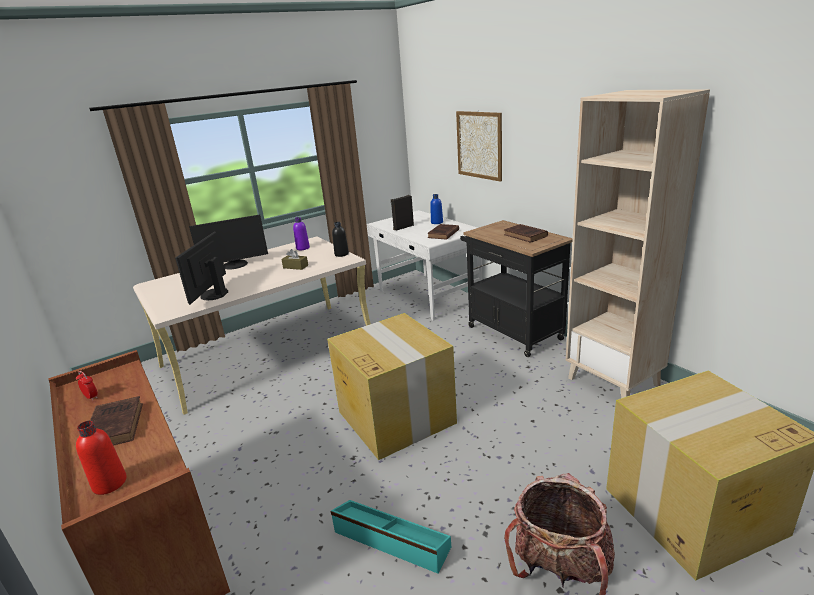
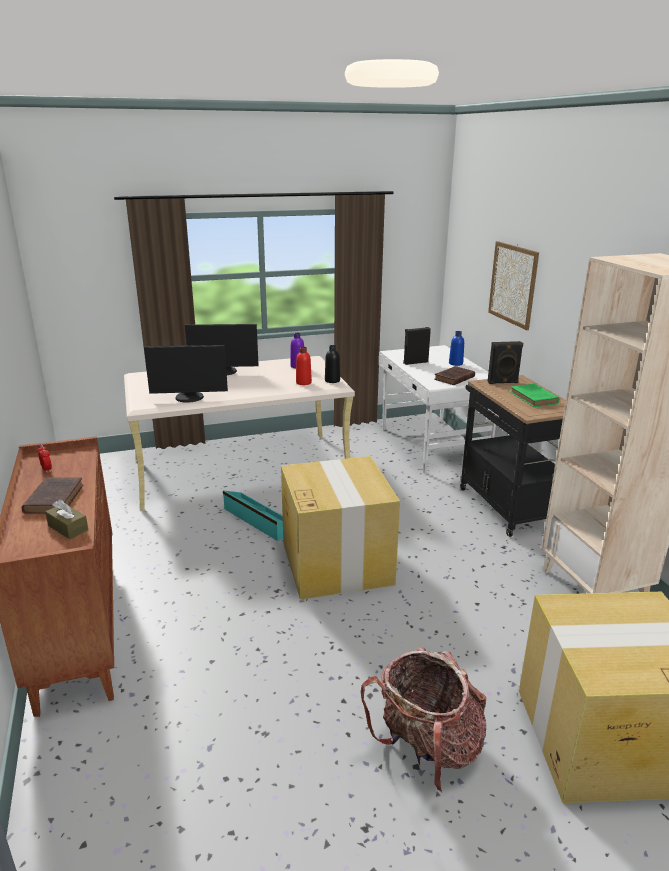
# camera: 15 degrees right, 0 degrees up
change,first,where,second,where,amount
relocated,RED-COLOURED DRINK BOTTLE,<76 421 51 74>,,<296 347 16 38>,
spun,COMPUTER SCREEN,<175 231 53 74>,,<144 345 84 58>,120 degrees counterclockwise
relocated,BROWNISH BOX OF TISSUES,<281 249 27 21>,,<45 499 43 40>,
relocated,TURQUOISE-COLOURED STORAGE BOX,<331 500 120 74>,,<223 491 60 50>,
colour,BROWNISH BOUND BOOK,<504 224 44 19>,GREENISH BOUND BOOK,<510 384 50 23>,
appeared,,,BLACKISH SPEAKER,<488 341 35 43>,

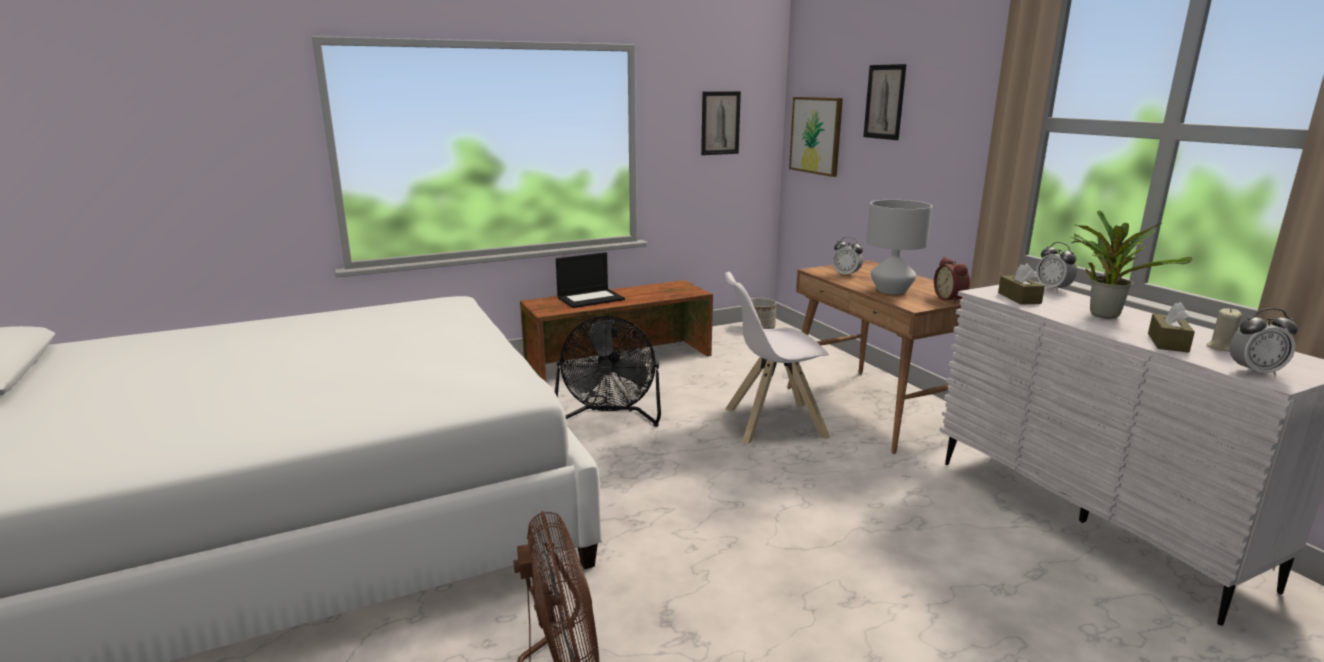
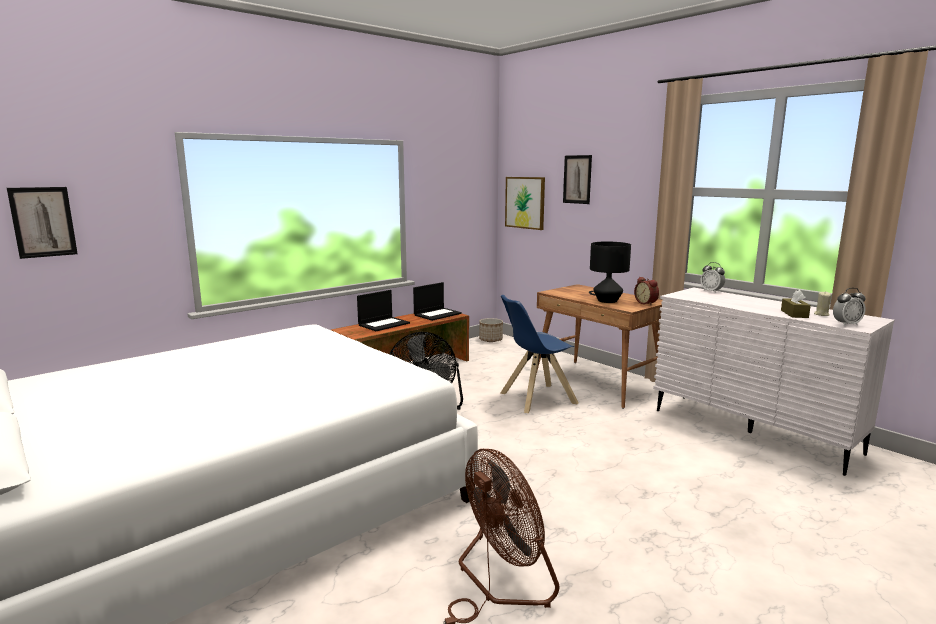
# camera: 15 degrees left, 5 degrees down
change,first,where,second,where,amount
relocated,WALL PICTURE,<701 91 40 64>,,<7 187 71 72>,
colour,WHITE-COLOURED CHAIR,<725 272 105 172>,BLUE-COLOURED CHAIR,<500 295 79 118>,
missing,BEDSIDE CLOCK,<833 237 30 40>,,,
colour,WHITE-COLOURED LAMP FOR A TABLE,<866 200 66 95>,BLACKISH LAMP FOR A TABLE,<589 242 42 61>,
missing,BROWNISH BOX OF TISSUES,<998 263 47 42>,,,
missing,HOUSEPLANT,<1070 210 122 109>,,,
appeared,,,NOTEBOOK COMPUTER,<413 282 49 39>,

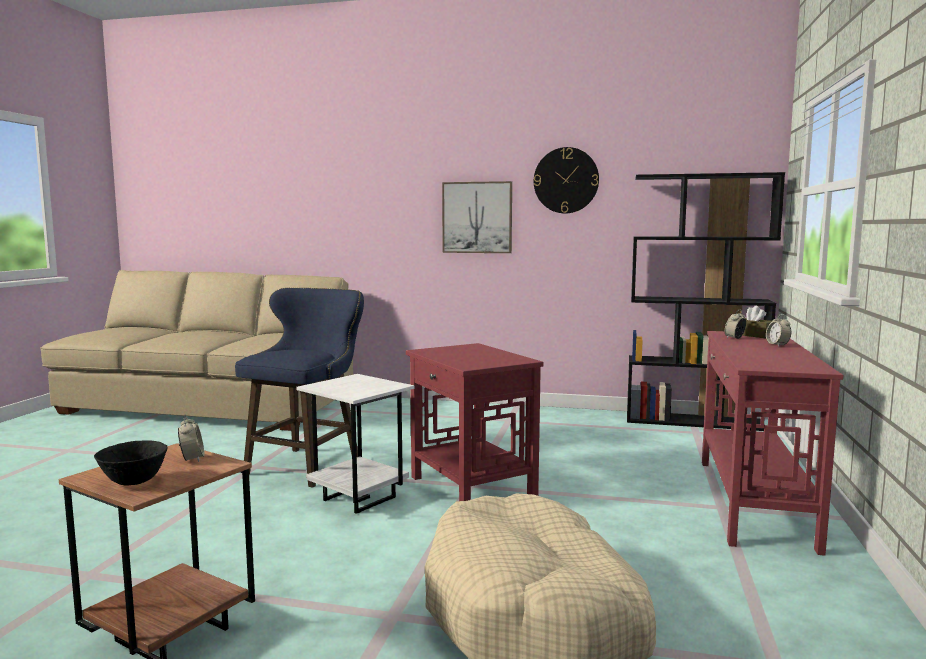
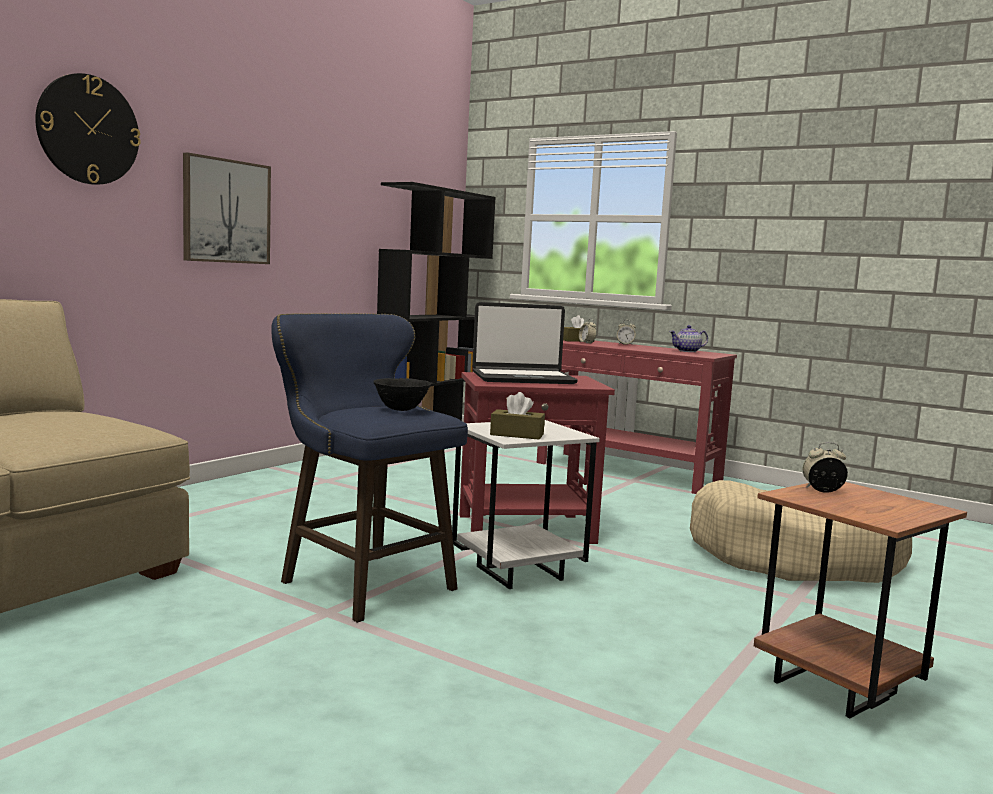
# camera: 70 degrees left, 0 degrees up
change,first,where,second,where,amount
relocated,BLACKISH DEEP DISH,<94 440 74 46>,,<373 378 58 33>,
relocated,CLOCK ON THE WALL,<534 147 65 66>,,<35 73 106 112>,
appeared,,,NOTEBOOK COMPUTER,<472 302 106 82>,
appeared,,,BROWNISH BOX OF TISSUES,<490 392 55 48>,
appeared,,,TEAPOT,<670 325 38 27>,

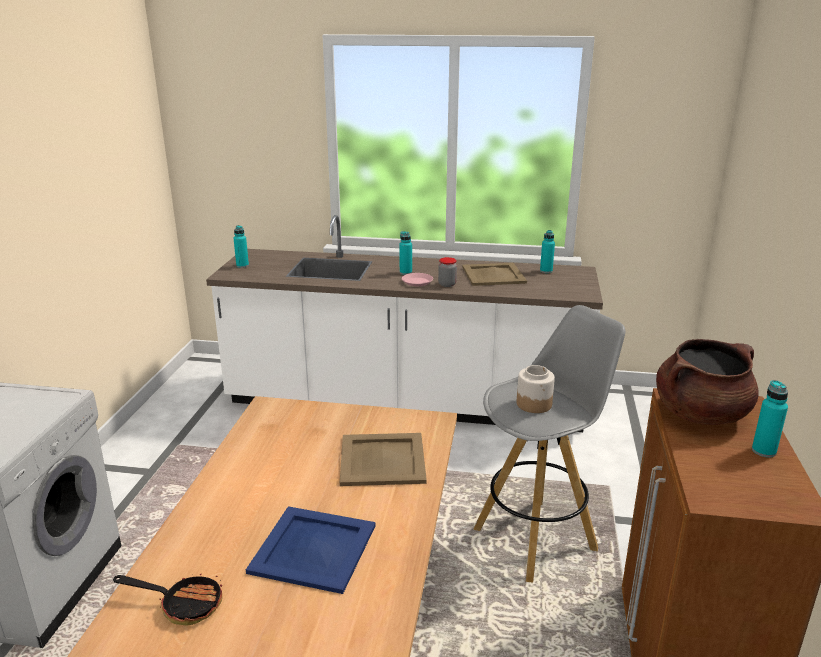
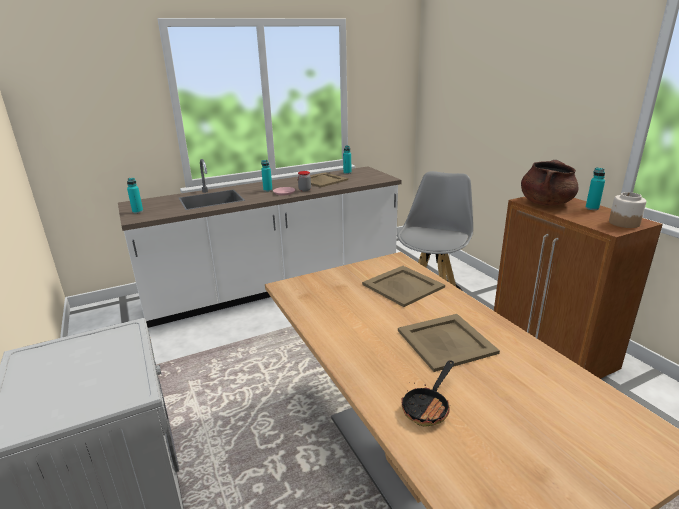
# camera: 35 degrees left, 0 degrees up
change,first,where,second,where,amount
spun,PAN,<113 573 109 52>,,<401 360 53 67>,150 degrees clockwise
colour,BLUE-COLOURED SERVING TRAY,<246 506 130 88>,BEIGE-COLOURED SERVING TRAY,<398 314 102 58>,
relocated,STORAGE JAR,<517 365 38 48>,,<609 192 38 36>,

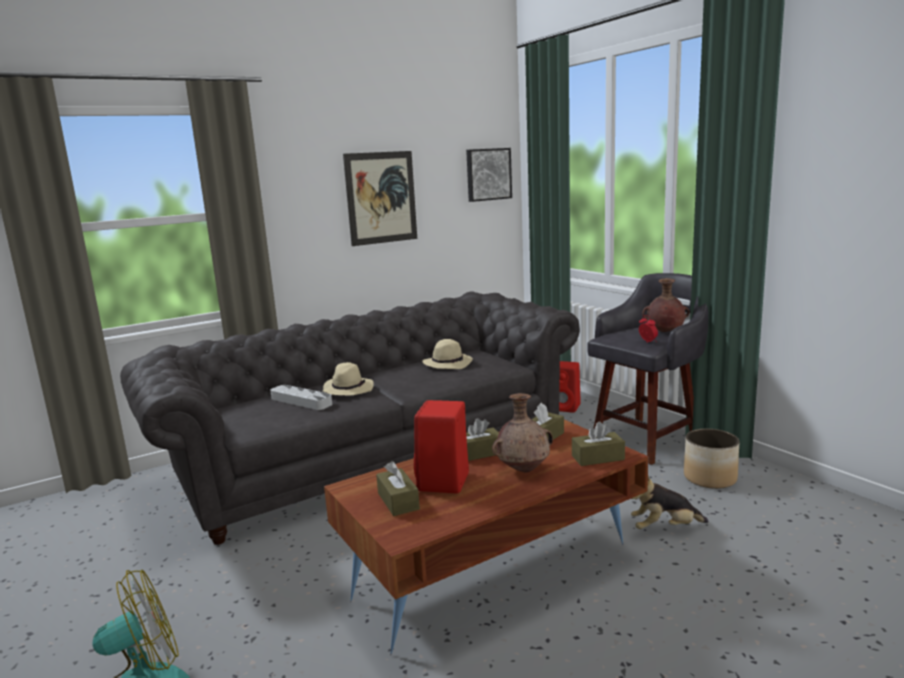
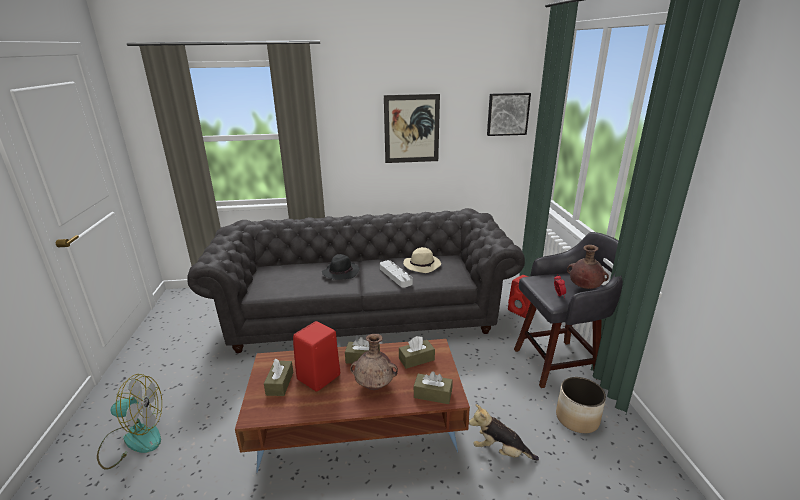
# camera: 25 degrees right, 10 degrees up
change,first,where,second,where,amount
relocated,GREY SERVING TRAY,<270 385 62 25>,,<380 260 33 28>,
colour,BEIGE-COLOURED HAT,<323 362 51 33>,BLACKISH HAT,<322 254 37 26>,

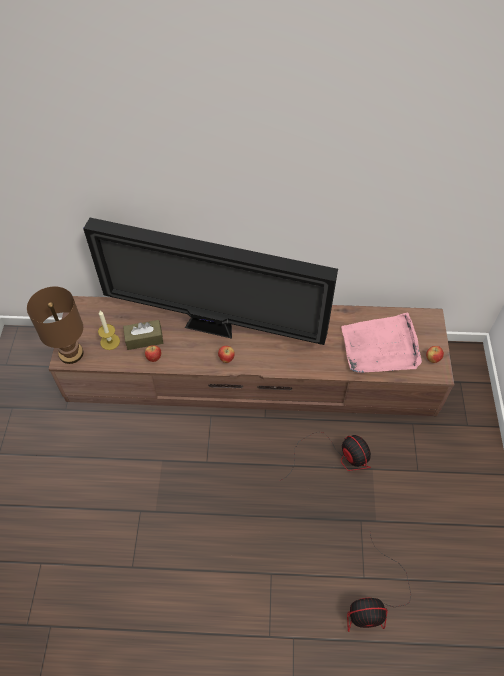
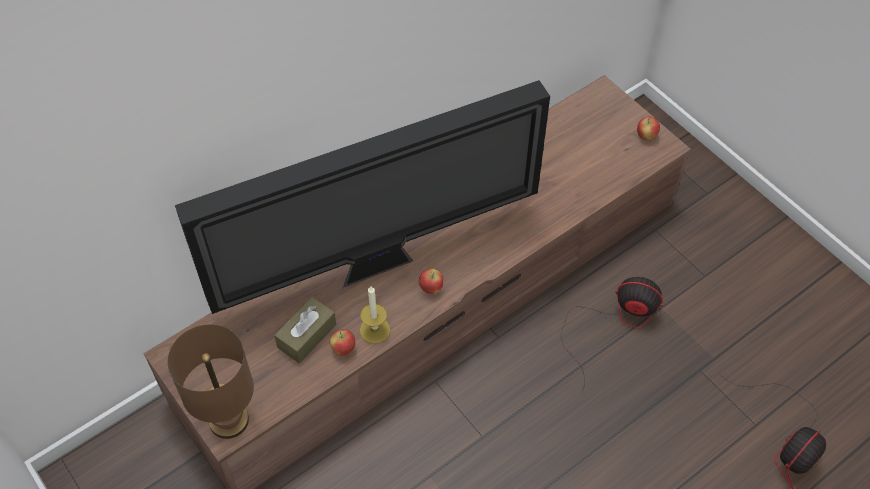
# camera: 40 degrees left, 0 degrees up
change,first,where,second,where,amount
relocated,WAX LIGHT,<98 311 22 39>,,<360 286 30 58>,
missing,PINK SERVING TRAY,<341 312 81 61>,,,

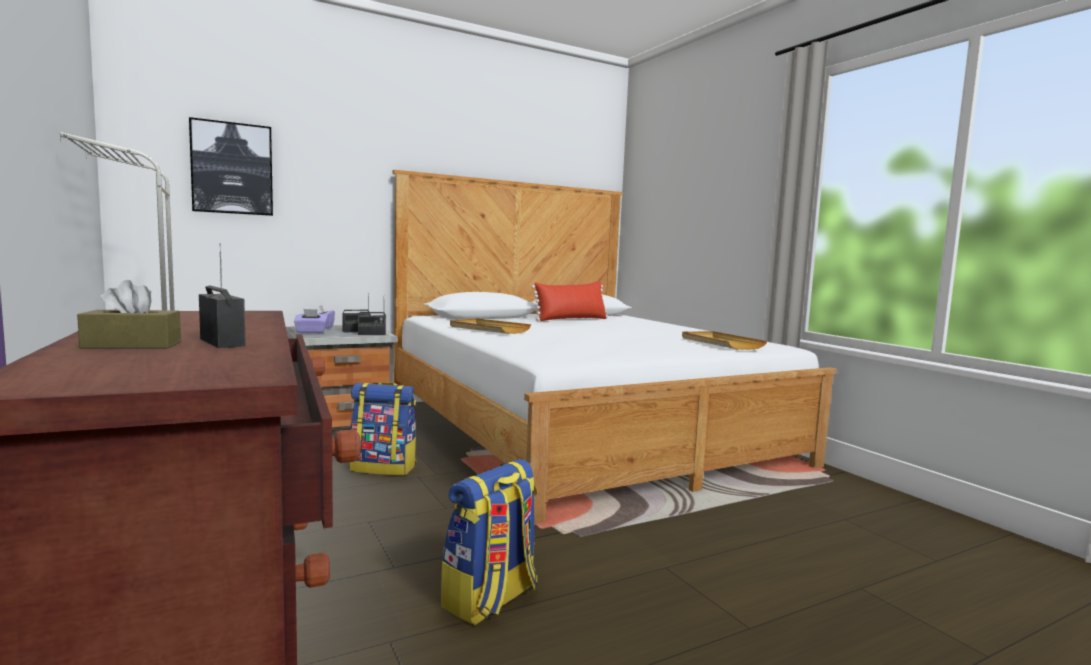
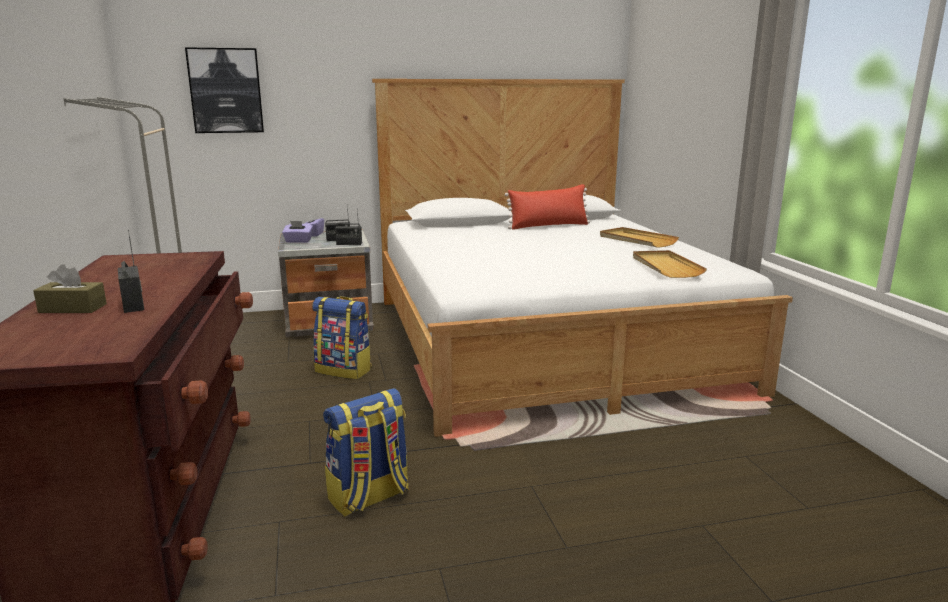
# camera: 15 degrees right, 10 degrees up
change,first,where,second,where,amount
relocated,BEIGE-COLOURED SERVING TRAY,<450 318 81 16>,,<600 227 79 21>,

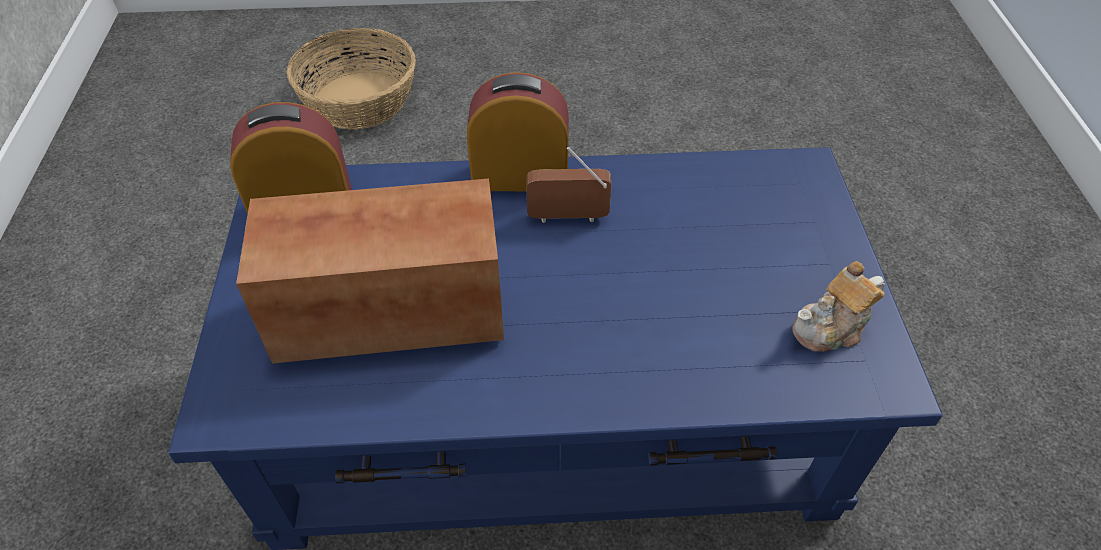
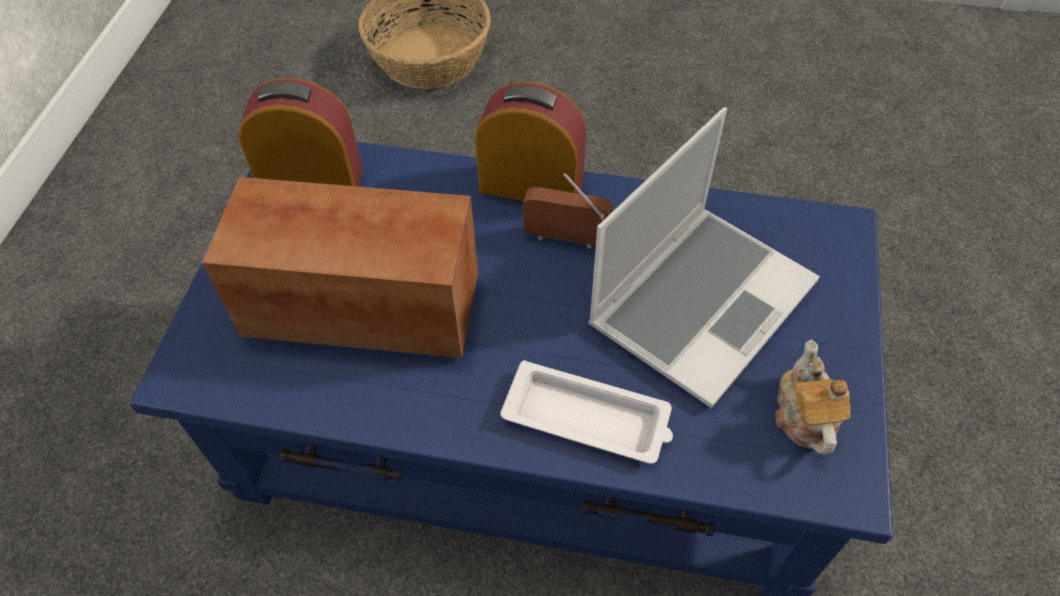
# camera: 15 degrees right, 5 degrees up
change,first,where,second,where,amount
spun,TEAPOT,<792 261 93 91>,,<775 340 76 114>,105 degrees clockwise
appeared,,,WHITE-COLOURED SERVING TRAY,<500 360 173 104>,
appeared,,,NOTEBOOK COMPUTER,<588 107 232 301>,

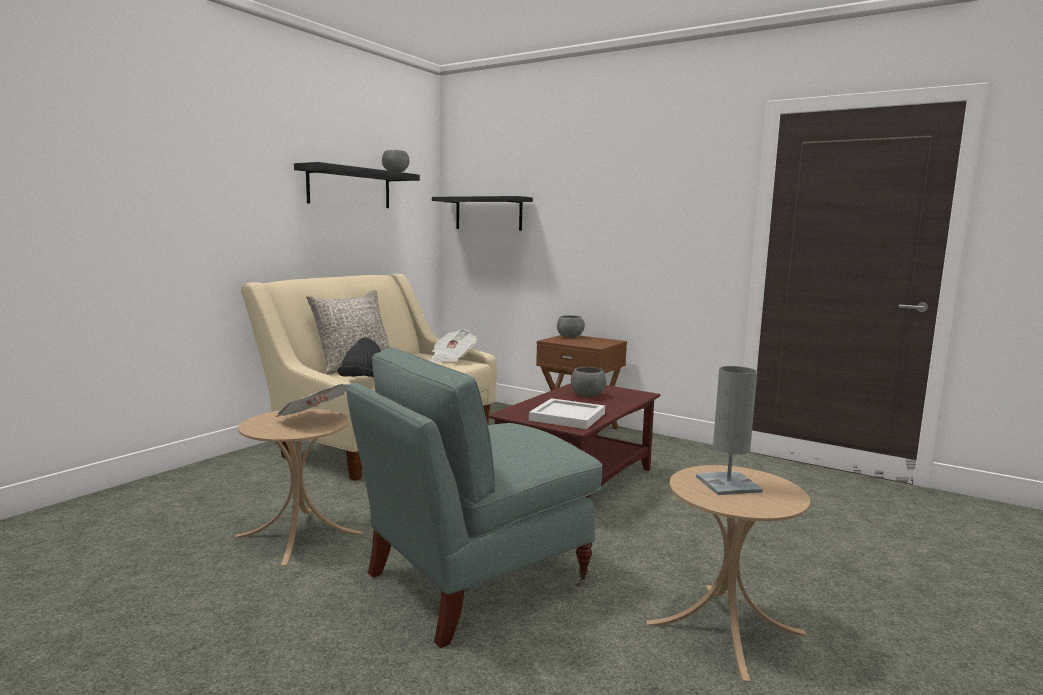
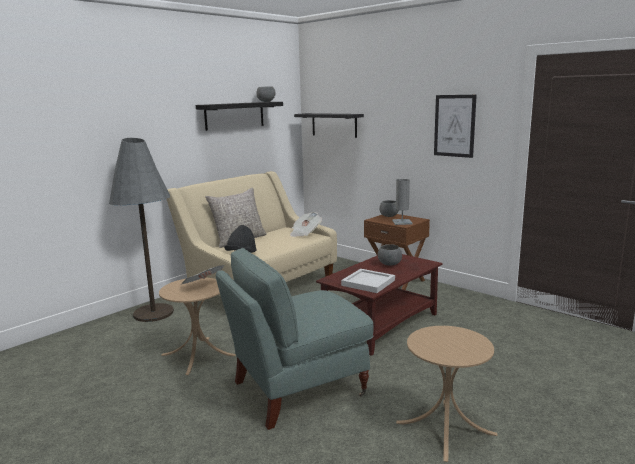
# camera: 10 degrees right, 5 degrees up
change,first,where,second,where,amount
relocated,GREY LAMP FOR A TABLE,<696 366 67 129>,,<392 179 20 46>,
appeared,,,GREY STANDING LAMP,<109 138 65 184>,
appeared,,,WALL PICTURE,<434 95 43 63>,

